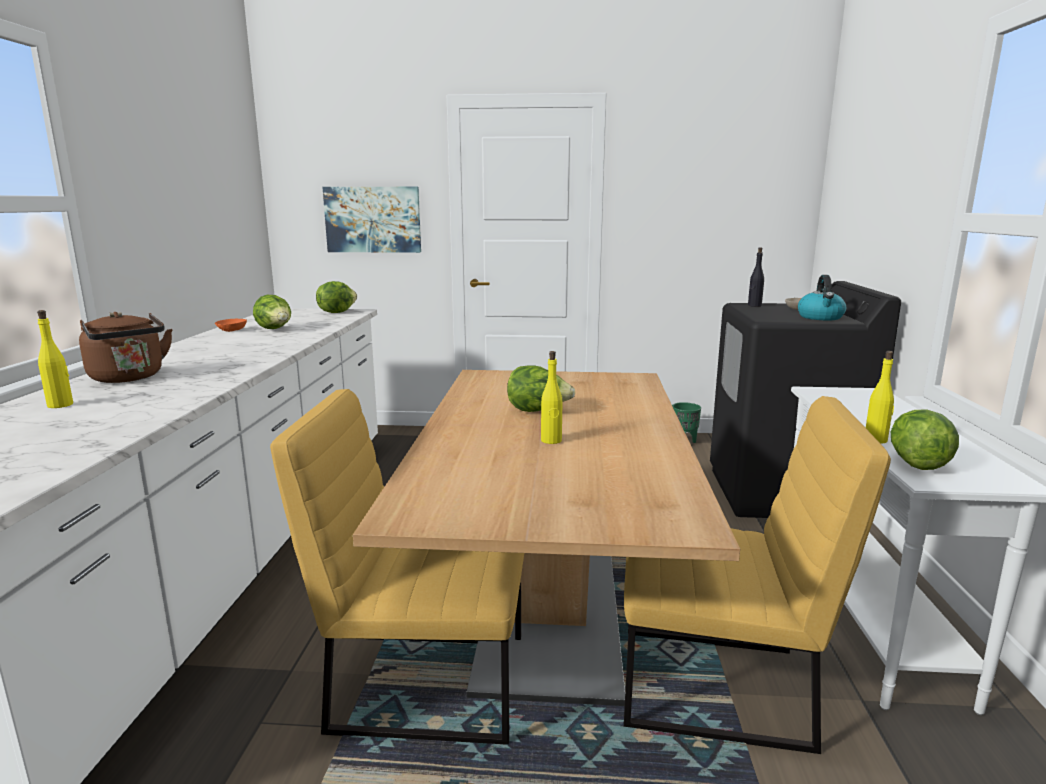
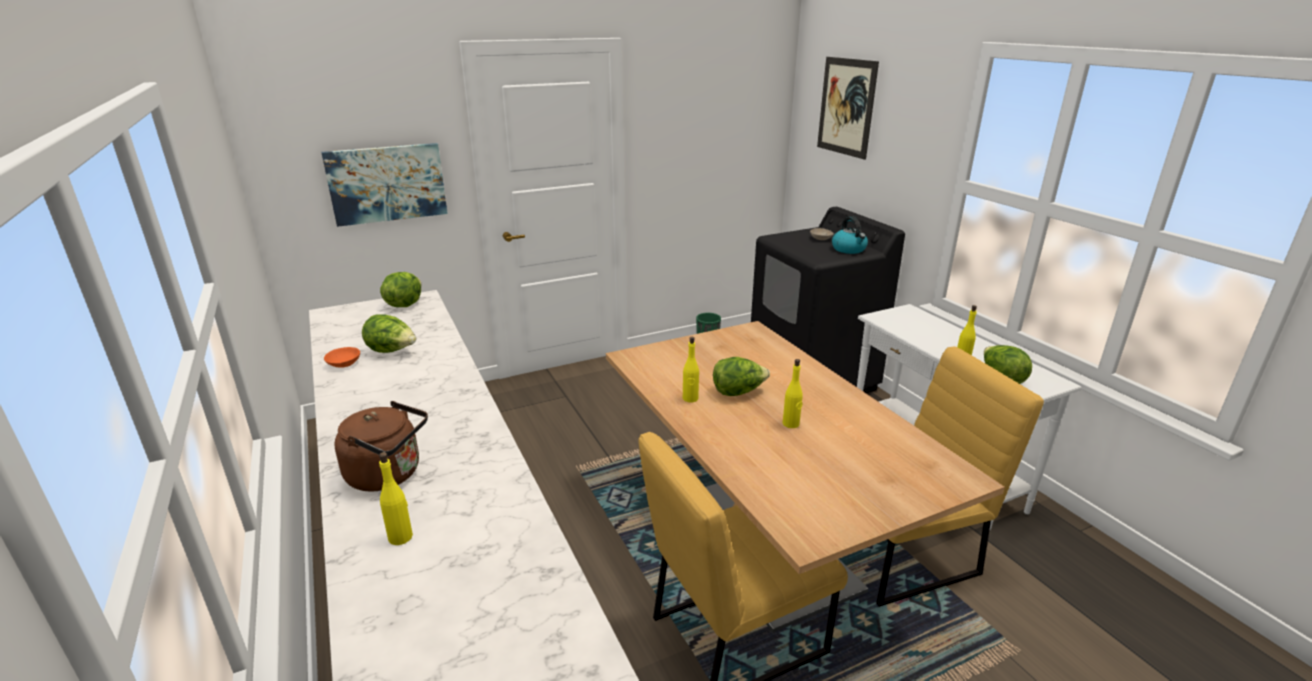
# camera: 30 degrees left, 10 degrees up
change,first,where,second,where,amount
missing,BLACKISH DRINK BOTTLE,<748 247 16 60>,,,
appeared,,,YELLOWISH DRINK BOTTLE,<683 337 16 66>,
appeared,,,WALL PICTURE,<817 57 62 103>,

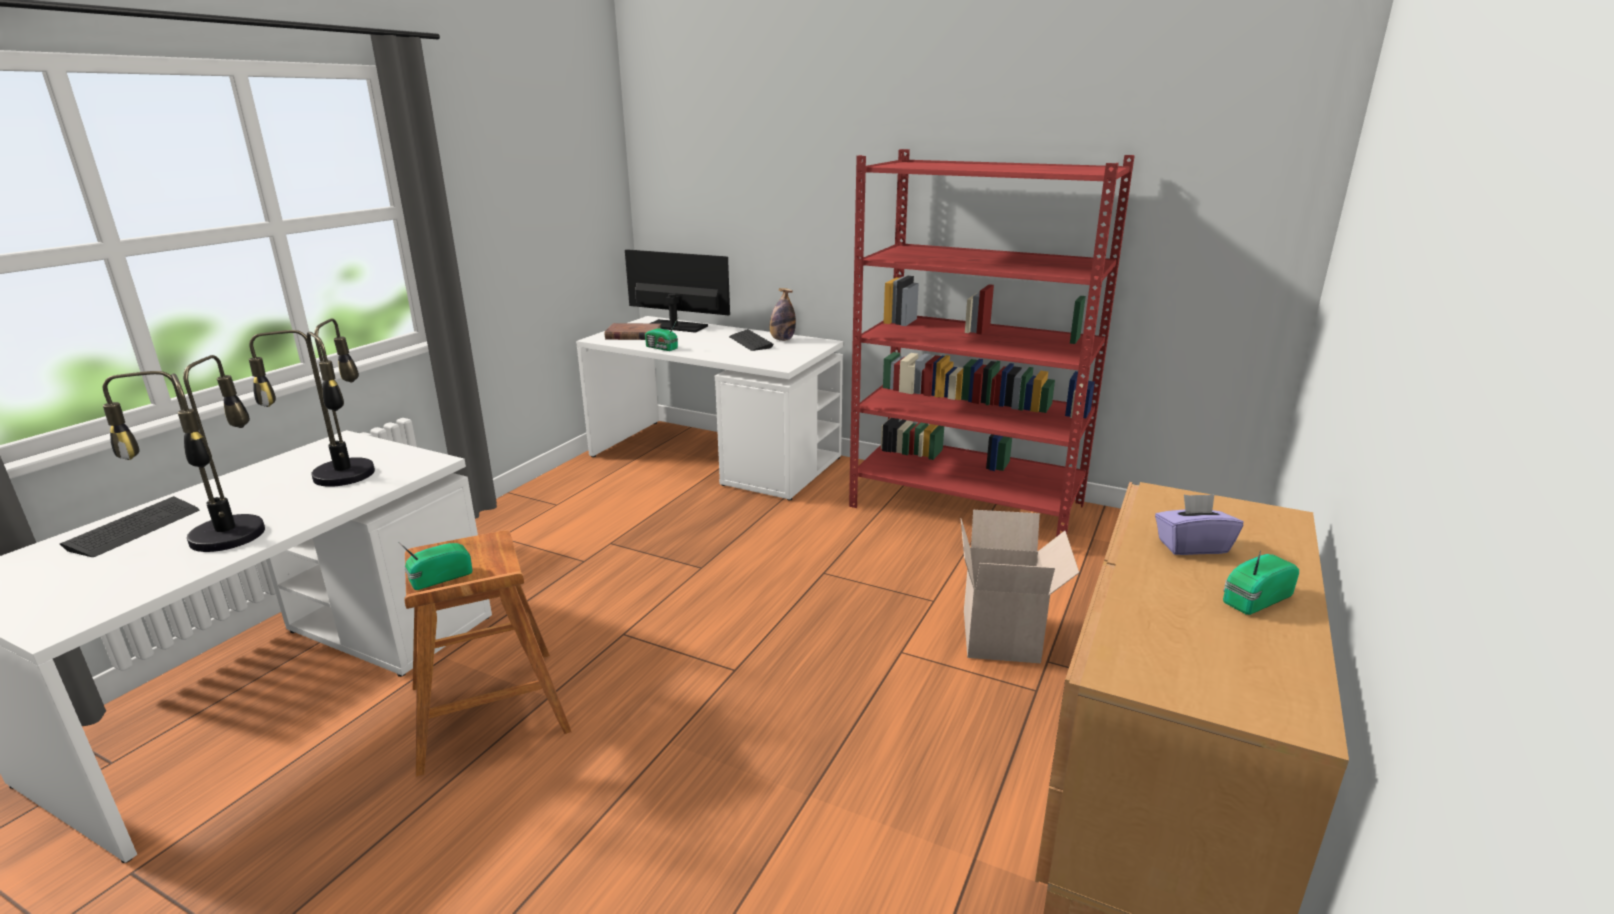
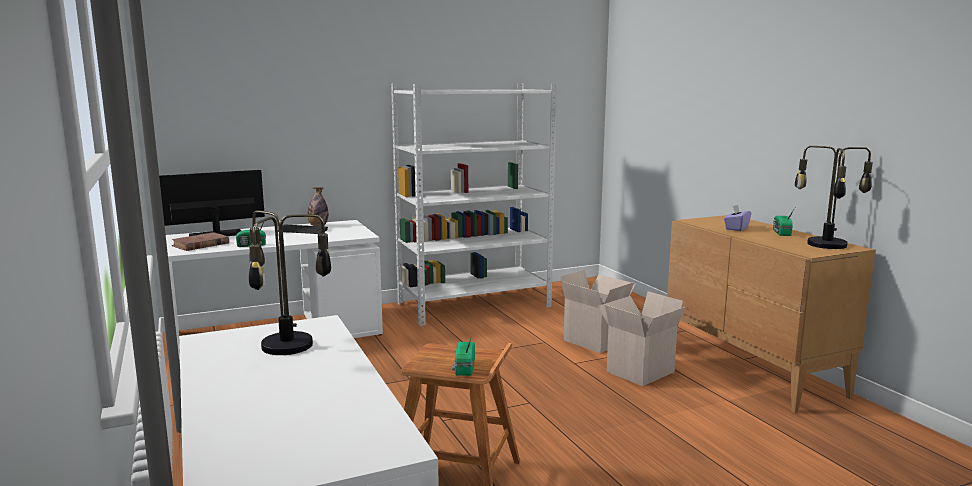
# camera: 50 degrees left, 10 degrees down
change,first,where,second,where,amount
missing,PC KEYBOARD,<60 496 139 61>,,,
relocated,LAMP FOR A TABLE,<103 355 162 197>,,<795 146 78 103>,
colour,RED-COLOURED BOOKSHELF,<849 149 286 388>,WHITE-COLOURED BOOKSHELF,<391 83 166 243>,
appeared,,,PACKING BOX,<598 291 87 95>,

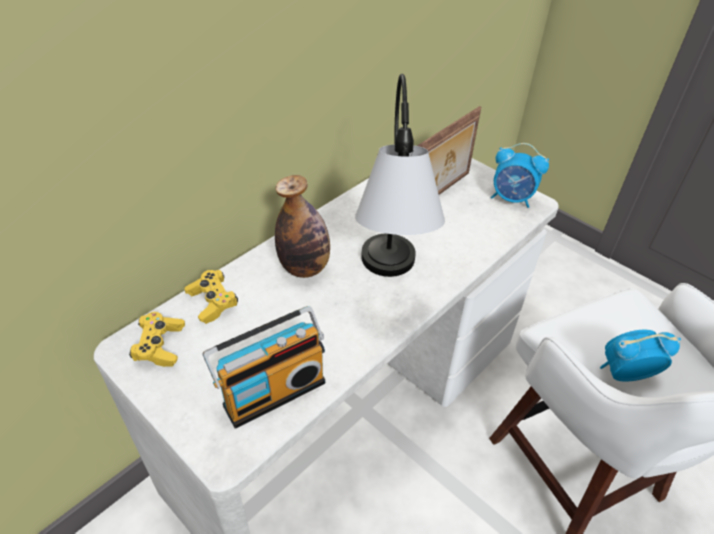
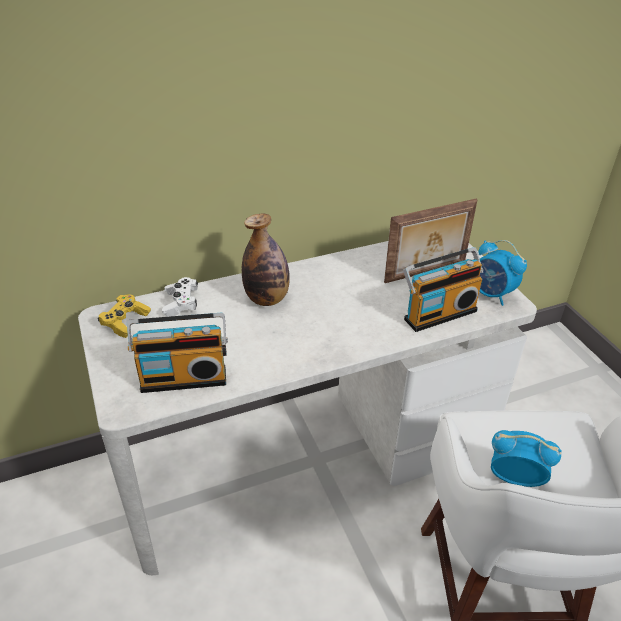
# camera: 25 degrees right, 5 degrees down
change,first,where,second,where,amount
colour,YELLOWISH JOYPAD,<184 270 54 54>,WHITE-COLOURED JOYPAD,<162 277 36 40>,
missing,LAMP FOR A TABLE,<355 74 90 203>,,,
appeared,,,RADIO SET,<403 247 81 85>,

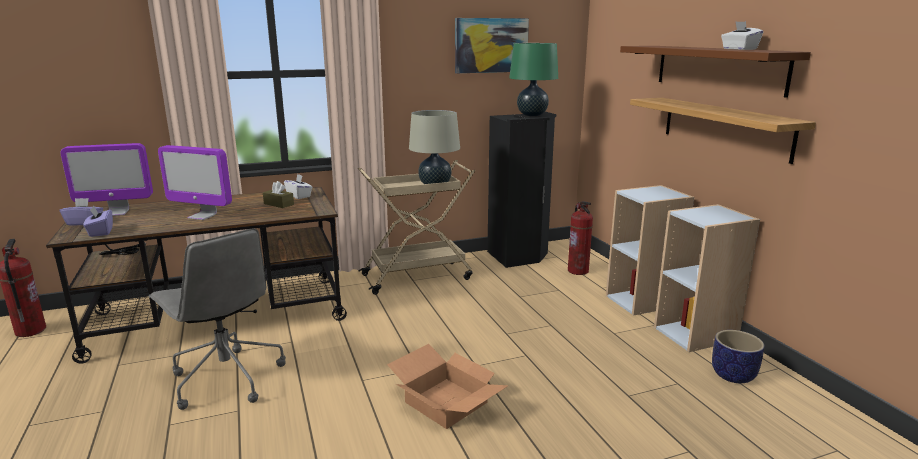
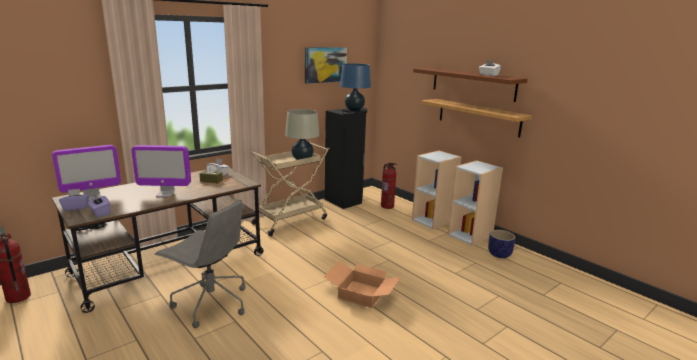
# camera: 20 degrees left, 0 degrees up
change,first,where,second,where,amount
colour,GREENISH LAMP FOR A TABLE,<509 43 49 73>,BLUE-COLOURED LAMP FOR A TABLE,<340 63 31 48>,

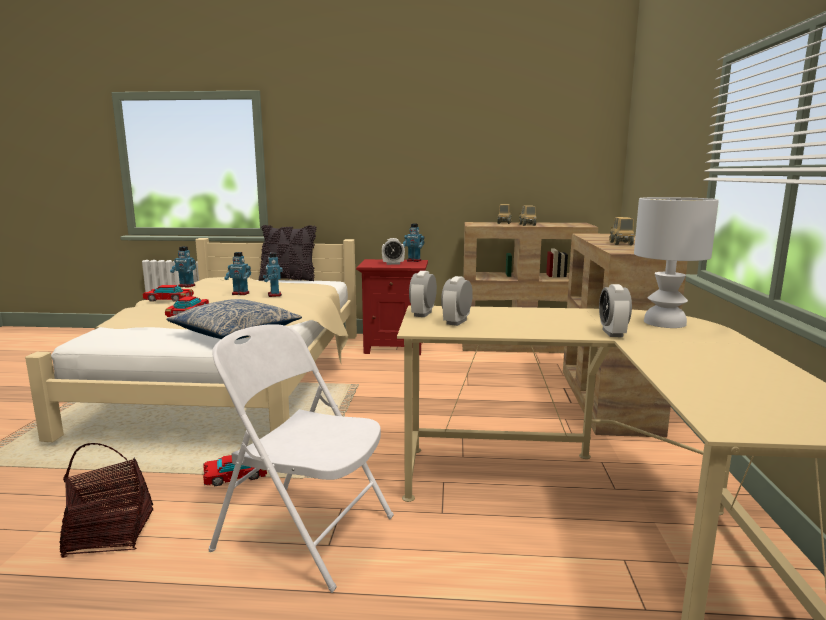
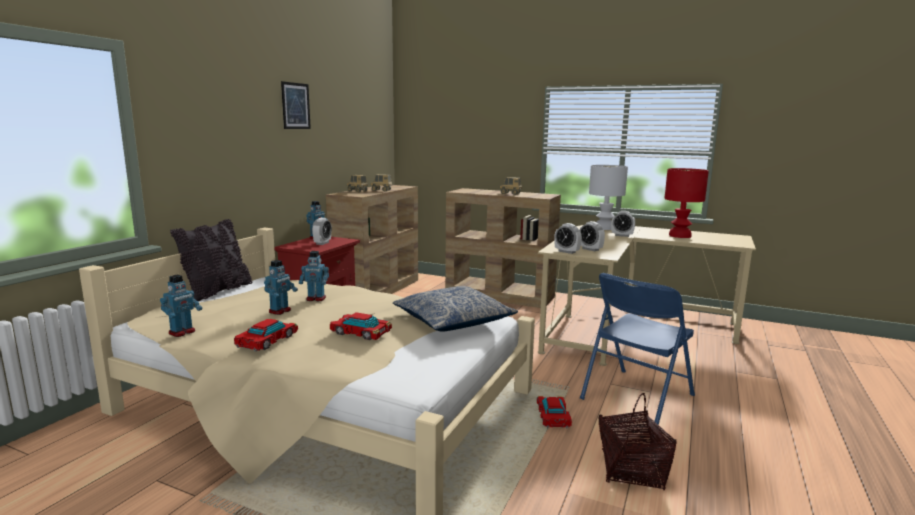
# camera: 70 degrees left, 0 degrees up
change,first,where,second,where,amount
colour,WHITE-COLOURED CHAIR,<209 324 185 269>,BLUE-COLOURED CHAIR,<580 273 115 153>,
appeared,,,WALL PICTURE,<281 81 30 48>,
appeared,,,RED-COLOURED LAMP FOR A TABLE,<664 168 45 70>,

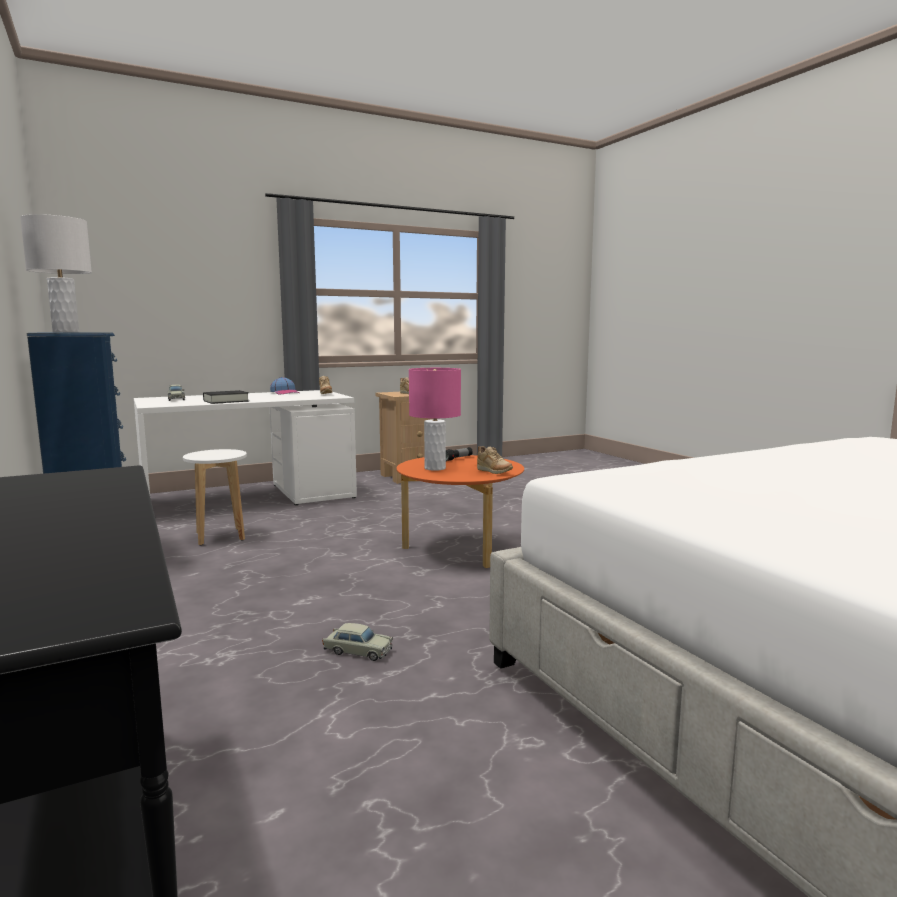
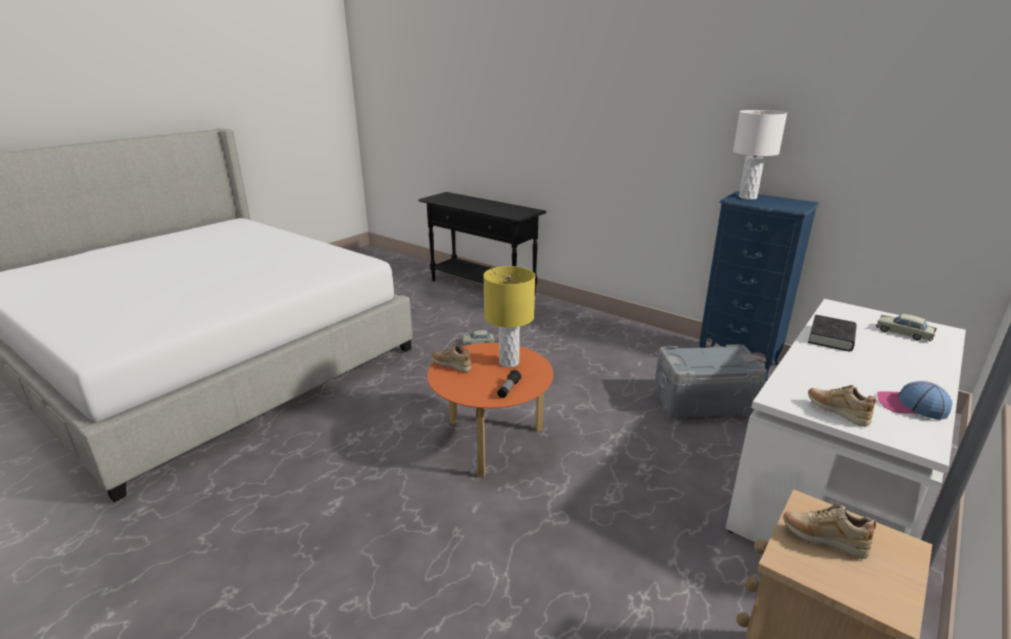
# camera: 155 degrees right, 15 degrees up
change,first,where,second,where,amount
exchanged,WHITE-COLOURED STOOL,<183 449 64 97>,GREY STORAGE BOX,<654 345 113 74>,
colour,PINK LAMP FOR A TABLE,<409 368 52 103>,YELLOWISH LAMP FOR A TABLE,<483 266 52 101>,

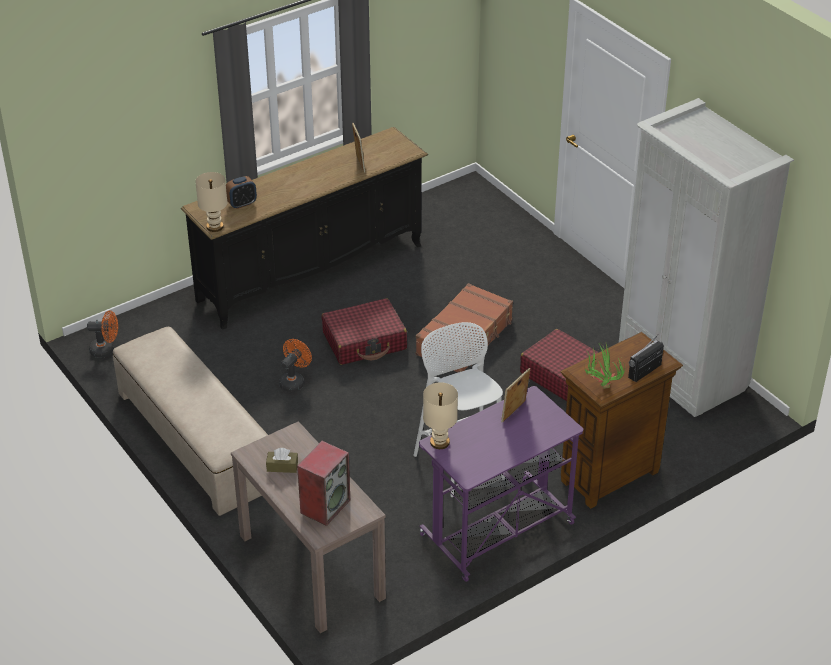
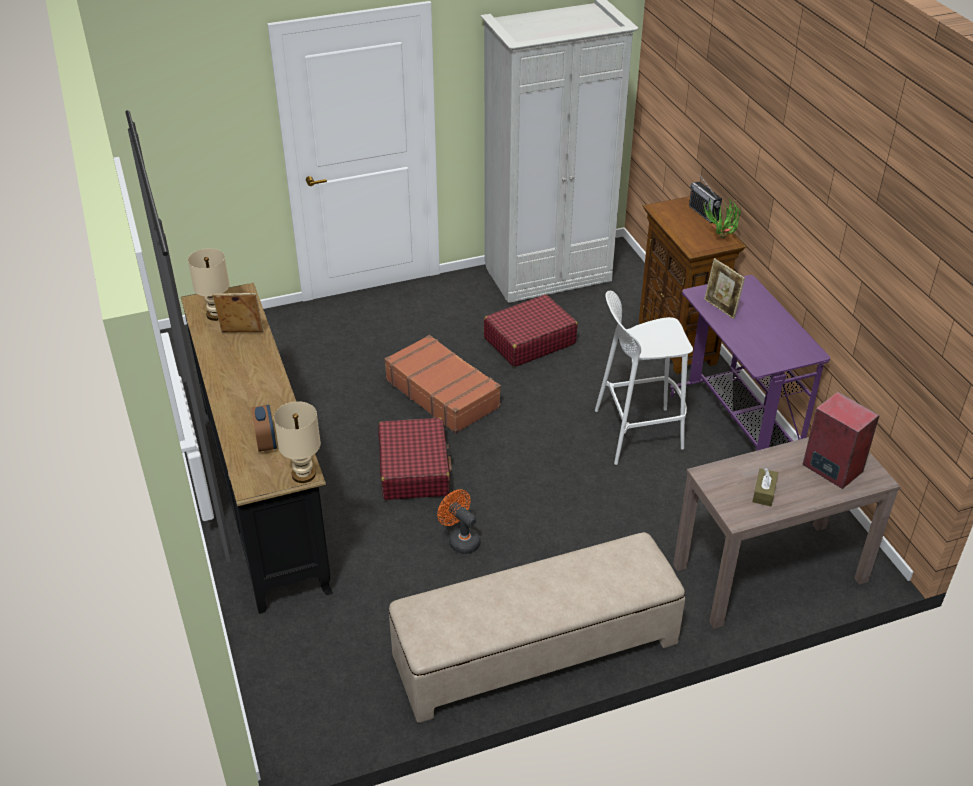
# camera: 75 degrees left, 0 degrees up
change,first,where,second,where,amount
missing,ORANGE-COLOURED ELECTRIC FAN,<87 311 31 47>,,,
relocated,BEIGE-COLOURED LAMP FOR A TABLE,<423 382 35 67>,,<188 248 41 73>,

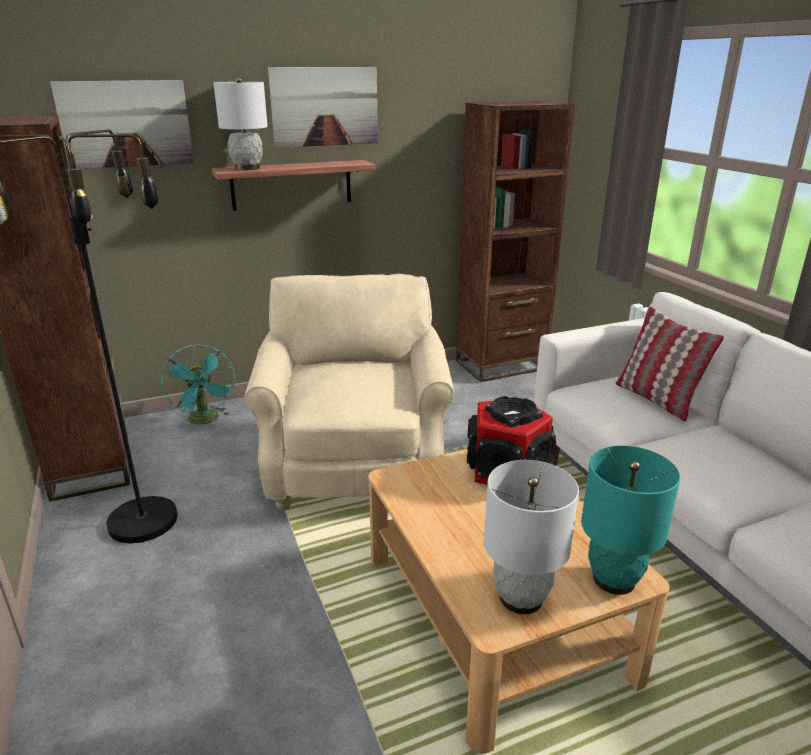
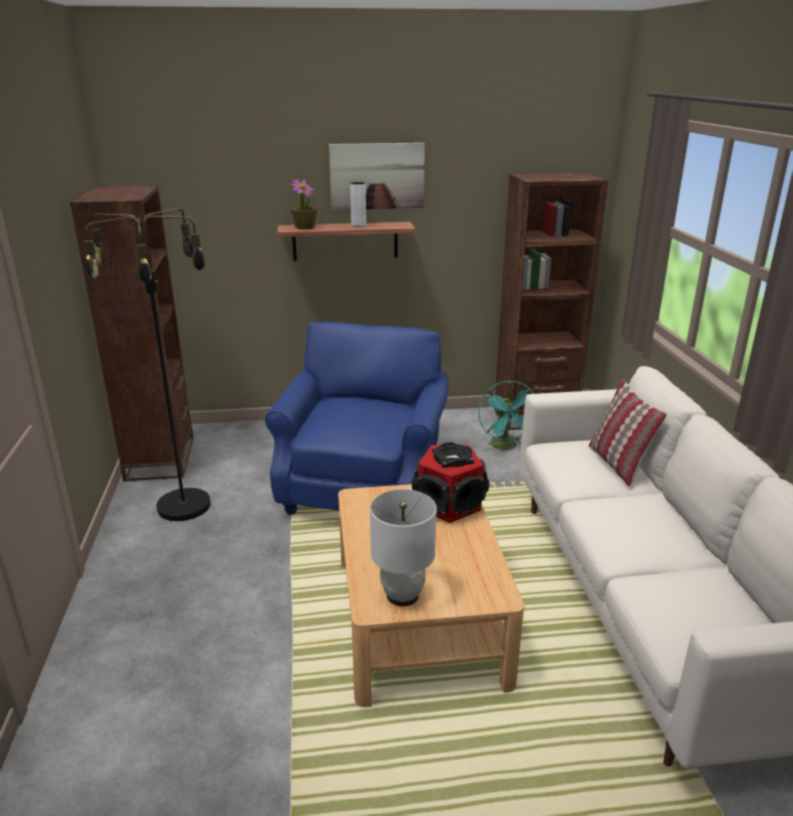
# camera: 15 degrees right, 0 degrees up
change,first,where,second,where,amount
missing,WALL PICTURE,<50 80 144 89>,,,
relocated,TURQUOISE-COLOURED ELECTRIC FAN,<161 345 74 83>,,<478 381 56 70>,
exchanged,WHITE-COLOURED LAMP FOR A TABLE,<214 78 54 92>,HOUSEPLANT,<290 179 27 51>,
colour,BEIGE-COLOURED LOUNGE CHAIR,<244 274 210 237>,BLUE-COLOURED LOUNGE CHAIR,<265 322 184 193>,
missing,TURQUOISE-COLOURED LAMP FOR A TABLE,<581 446 99 149>,,,
appeared,,,GREY DECORATIVE VASE,<350 182 16 45>,

